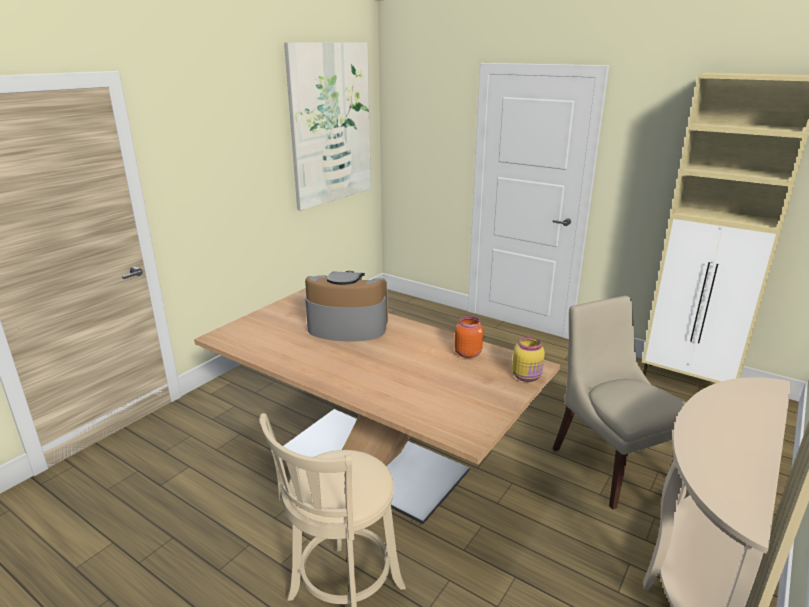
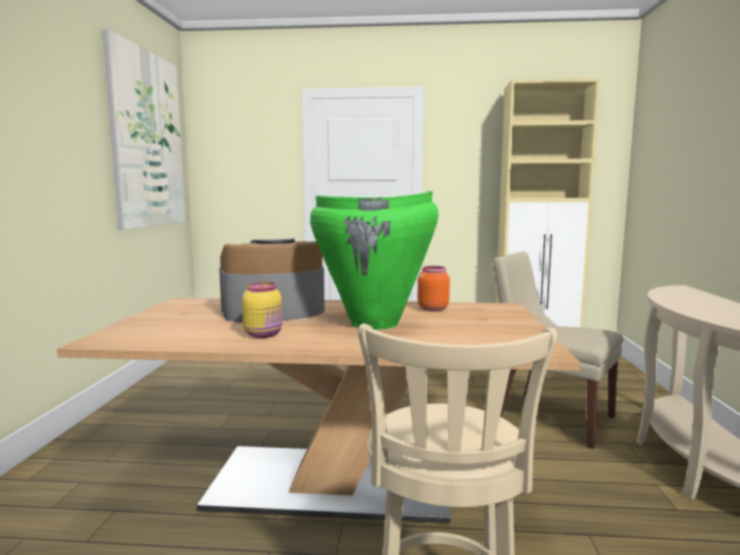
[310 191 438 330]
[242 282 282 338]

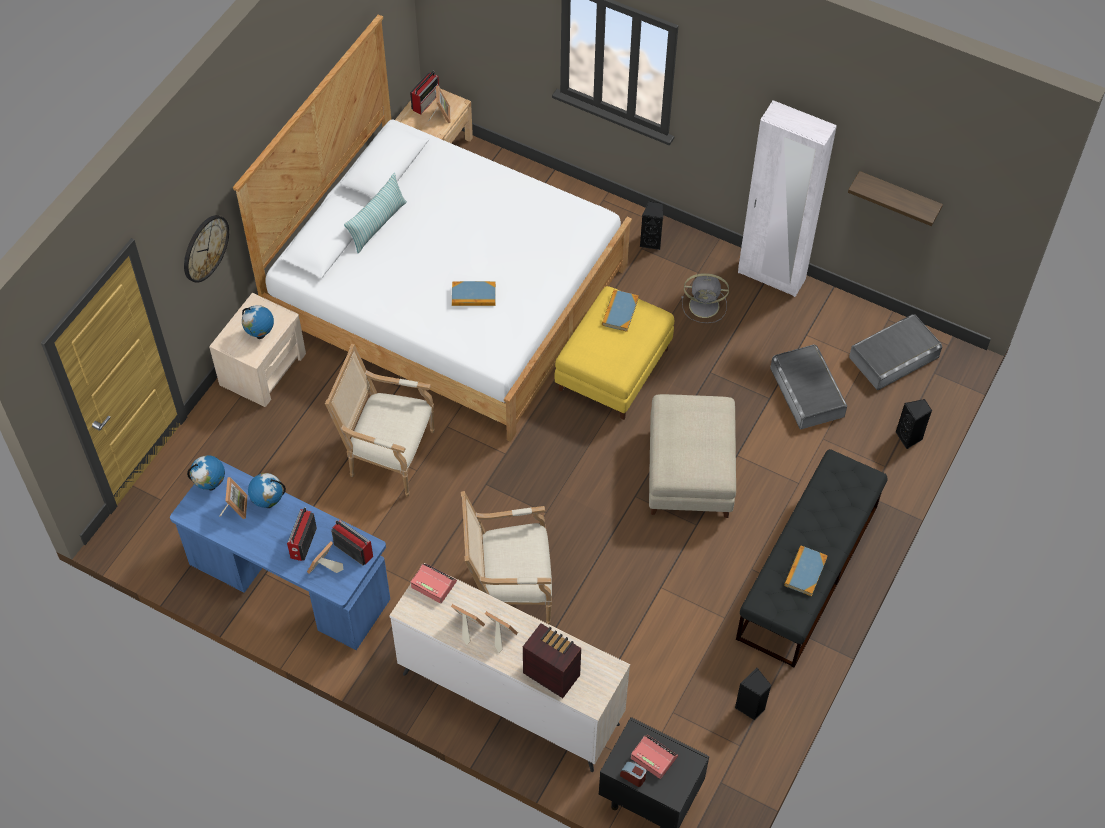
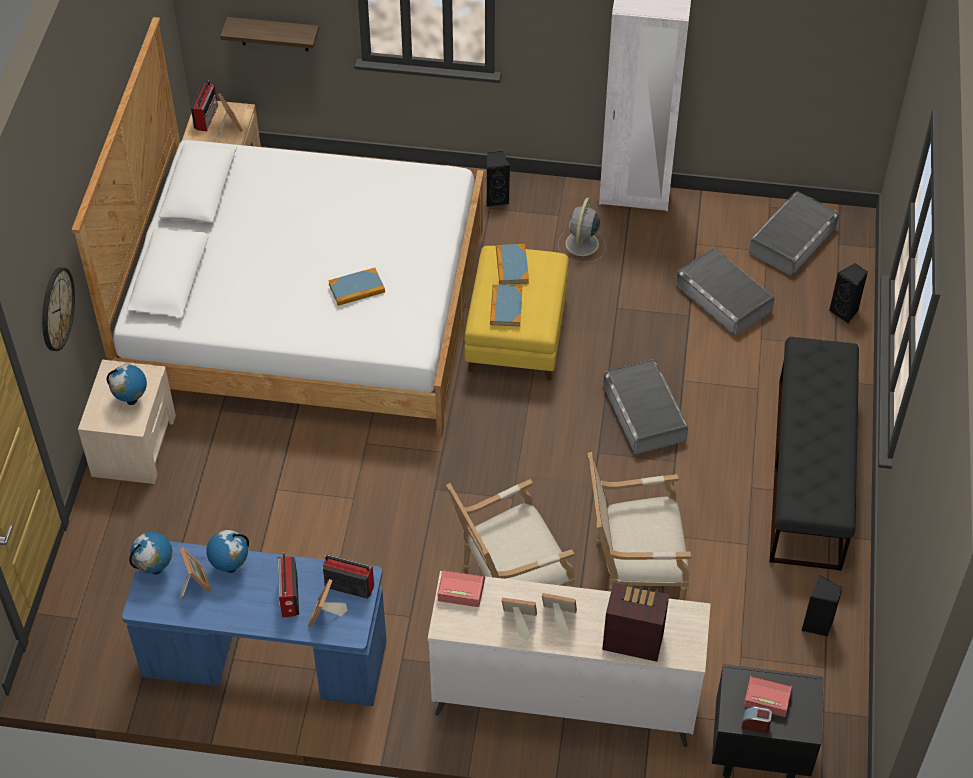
[344 173 407 253] (first image)
[588 452 692 600]
[490 284 522 326]
[220 17 319 51]
[603 359 688 454]
[558 198 605 263]

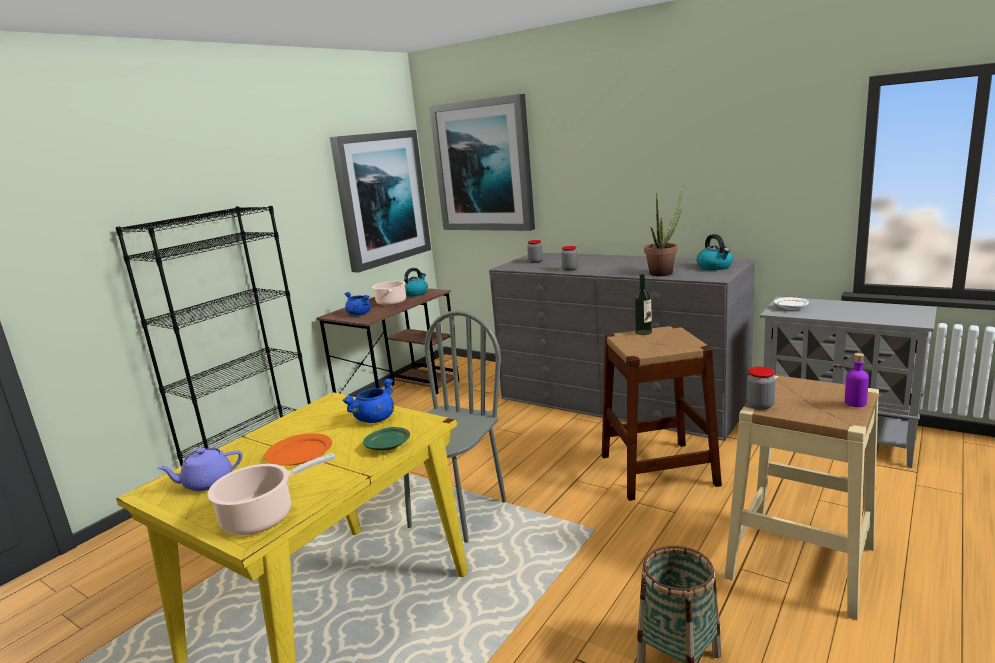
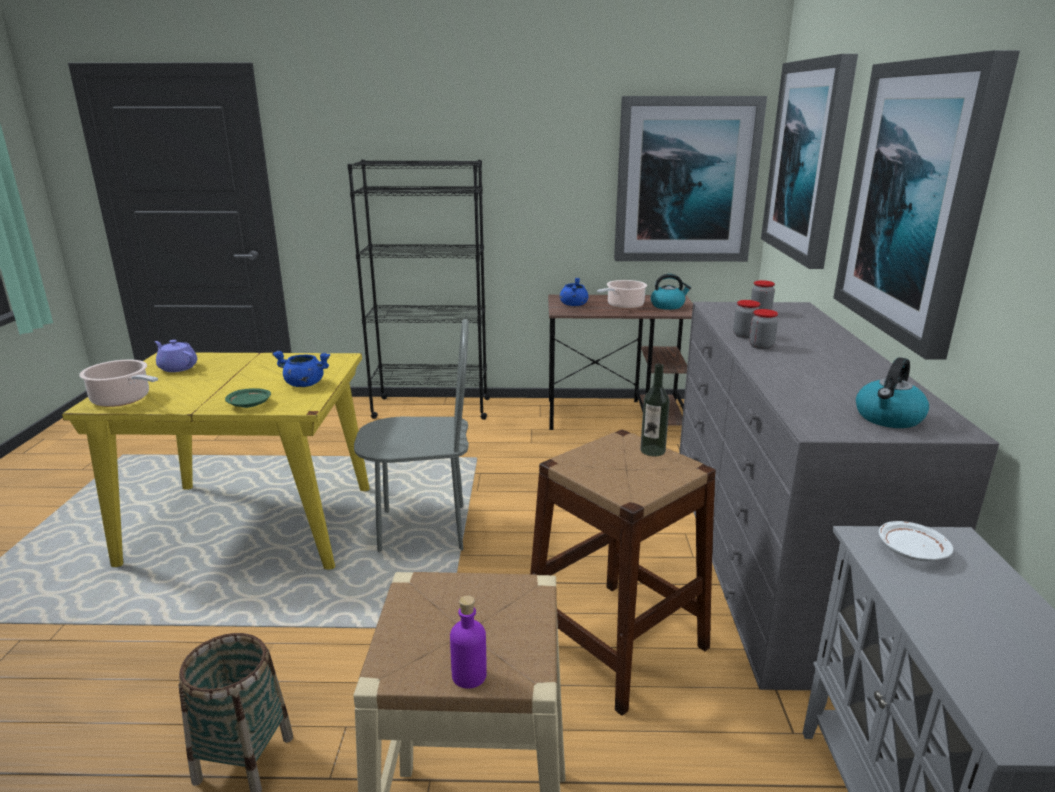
[265 433 332 466] (first image)
[644 184 684 276] (first image)
[833 50 1020 360]
[749 309 778 349]

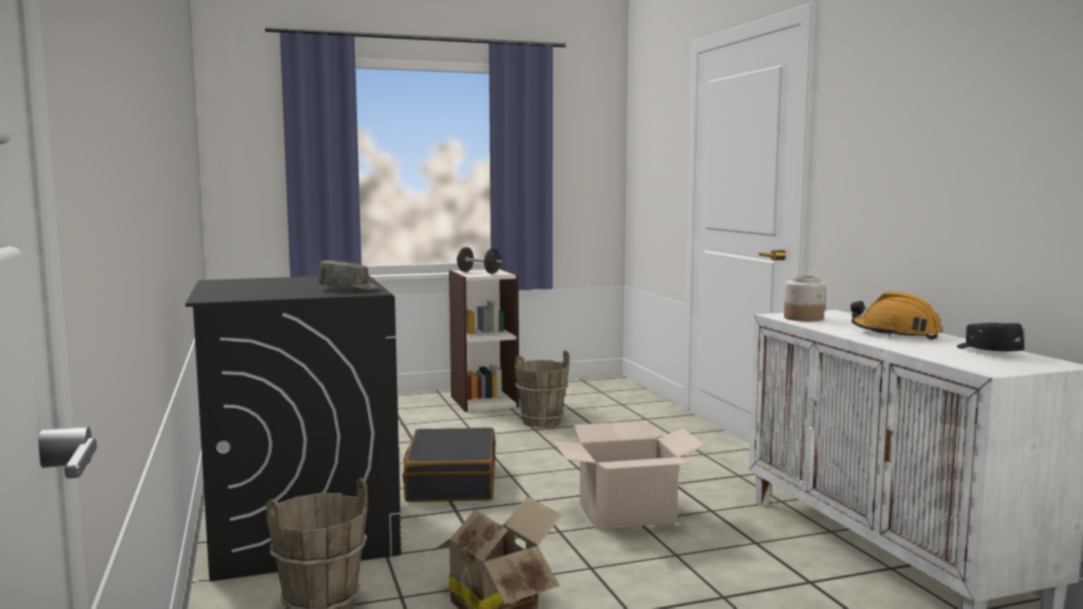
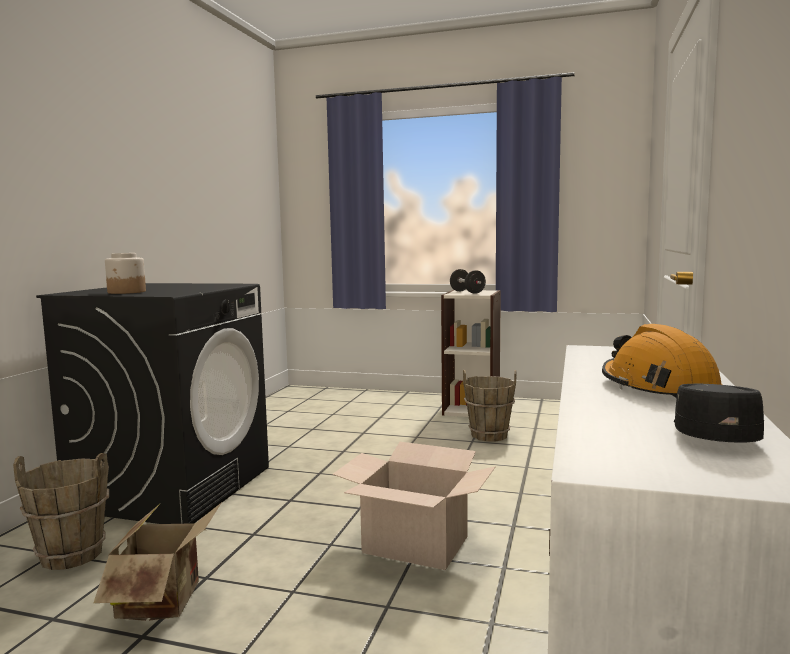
[318 260 380 290] (first image)
[403 428 496 502] (first image)
[105 253 146 294]

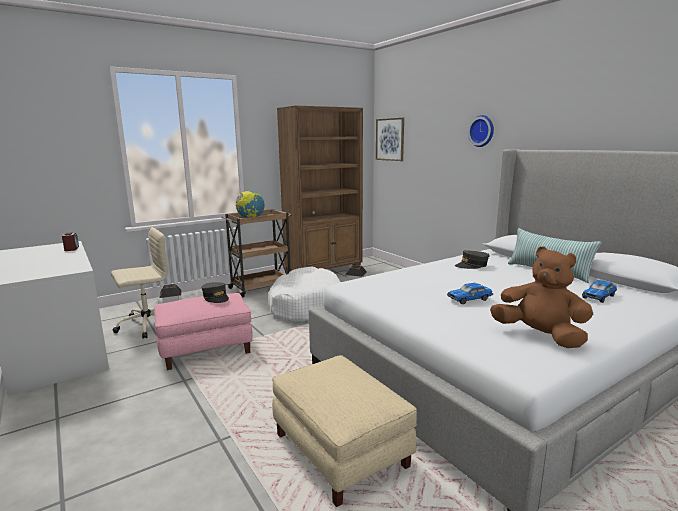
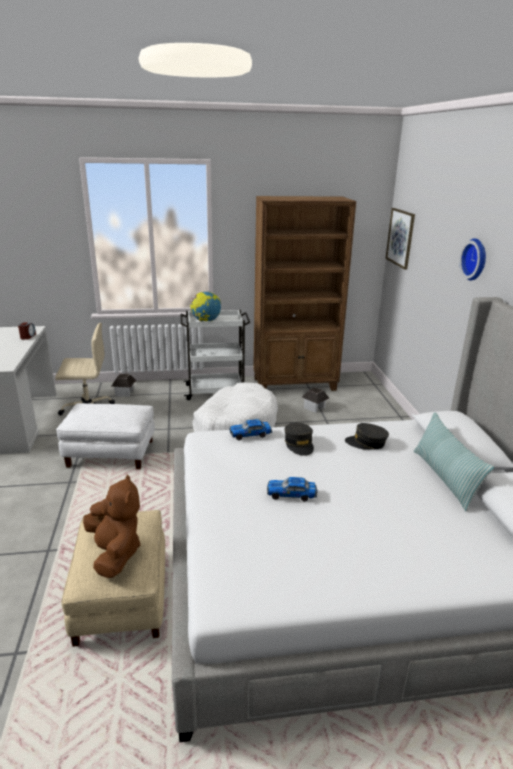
[285 423 314 456]
[83 475 140 578]
[229 419 272 440]
[56 403 155 469]
[181 310 250 400]

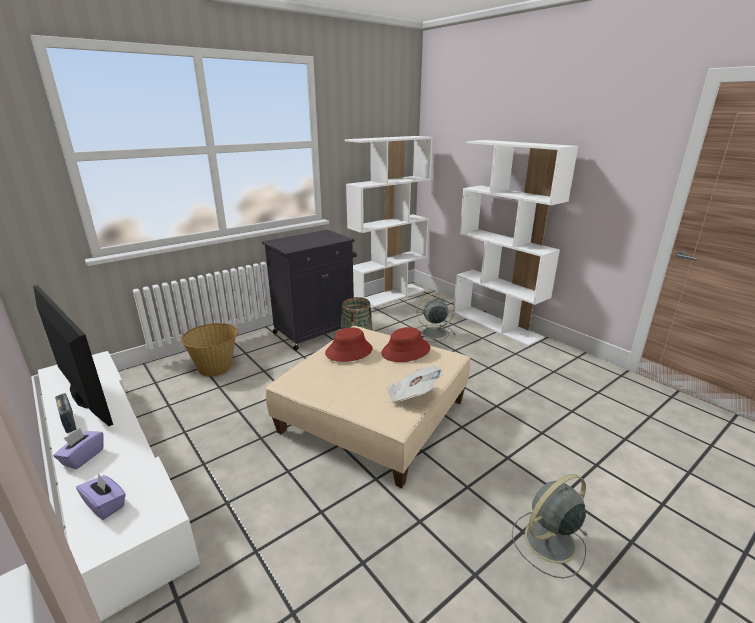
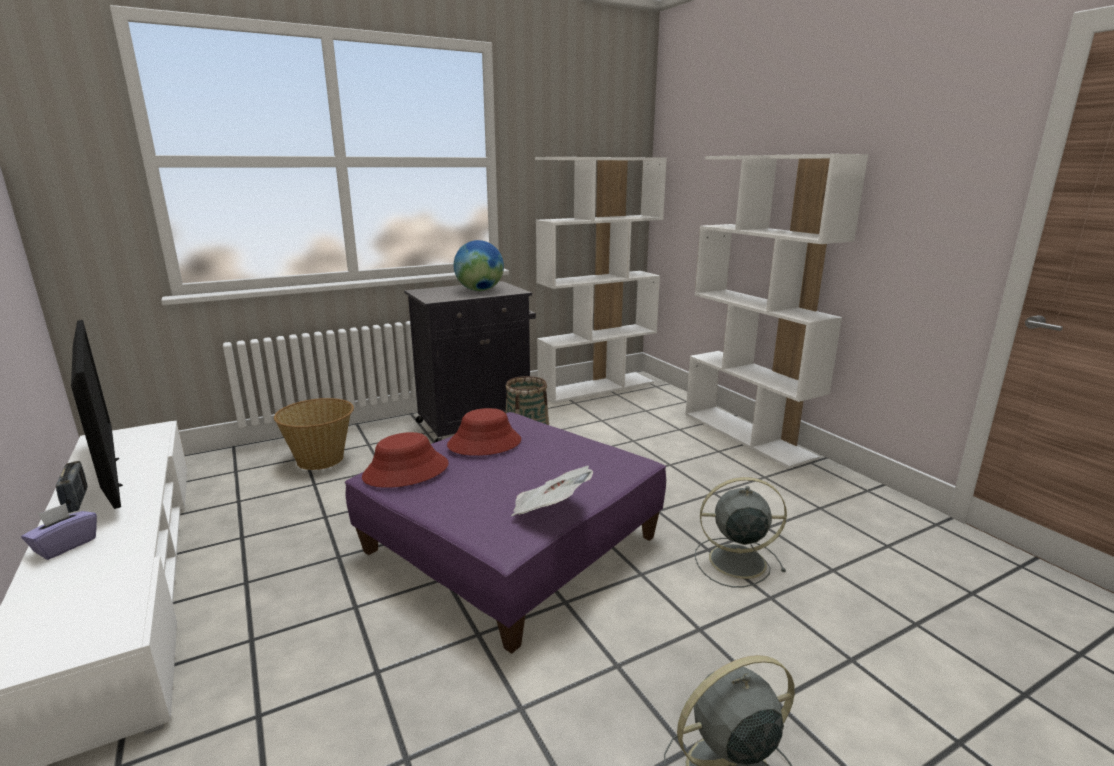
[76 473 126 520] (first image)
[454 240 504 291]
[362 432 449 488]
[695 477 787 587]
[345 412 666 654]

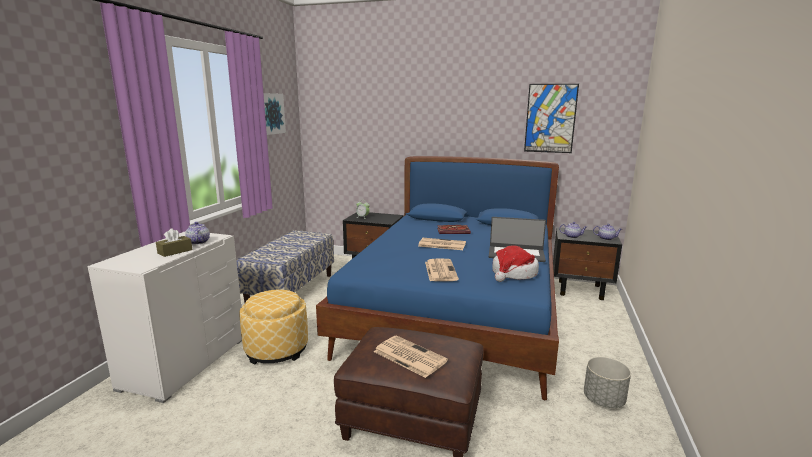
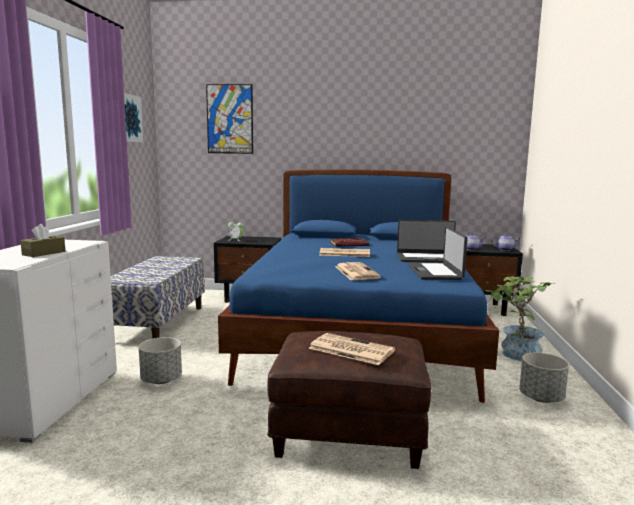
[185 222 210 245] (first image)
[486 276 554 361]
[206 84 253 154]
[139 337 182 384]
[407 227 467 280]

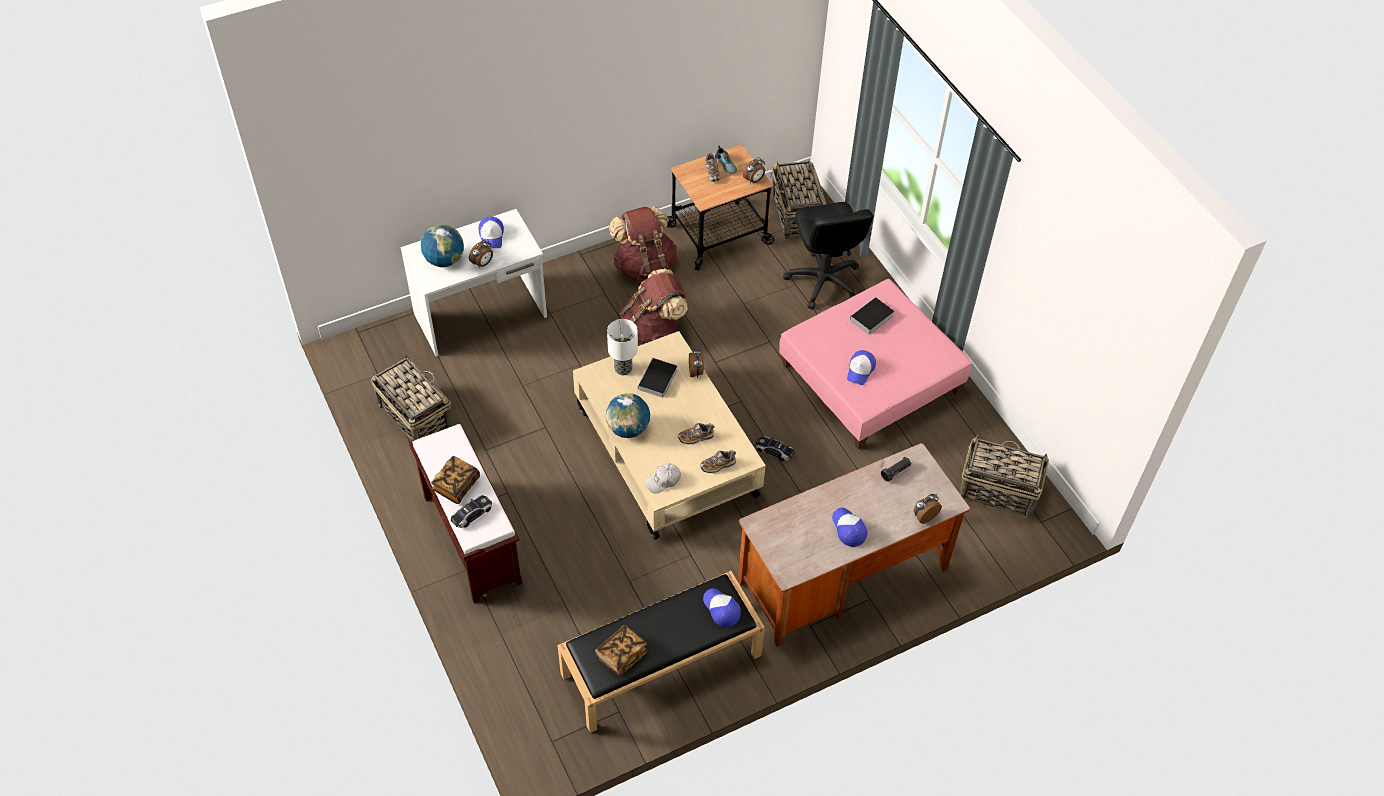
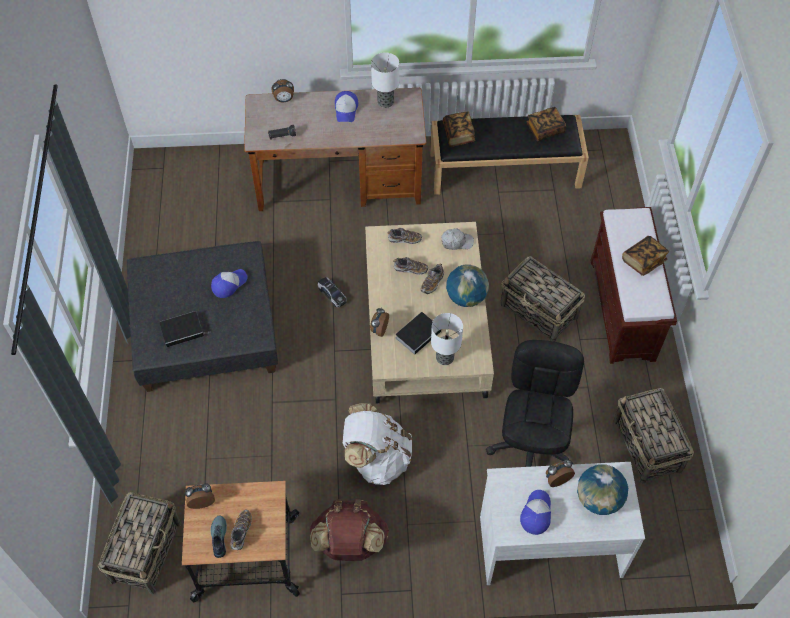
[451 495 492 528] (first image)
[371 52 399 108]
[420 263 444 294]
[486 340 584 467]
[500 256 585 342]
[443 112 475 147]
[343 403 412 485]
[127 241 278 392]

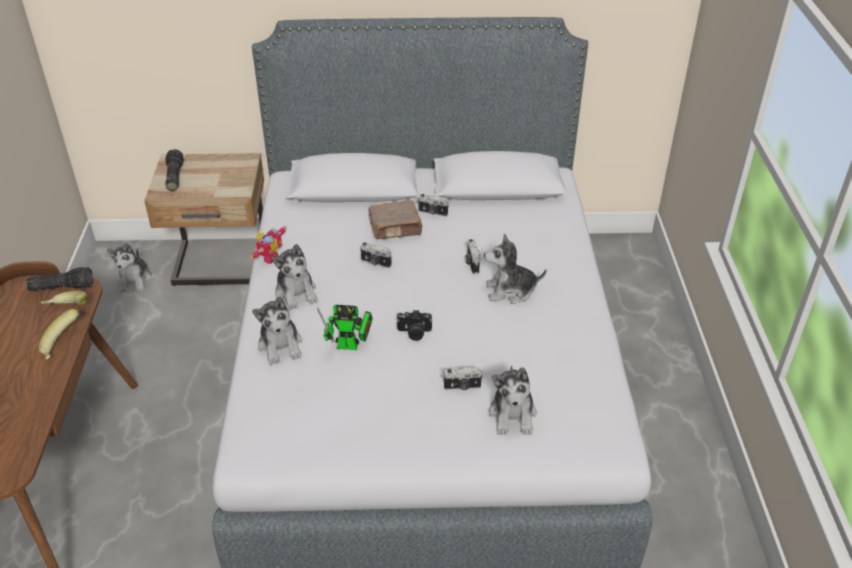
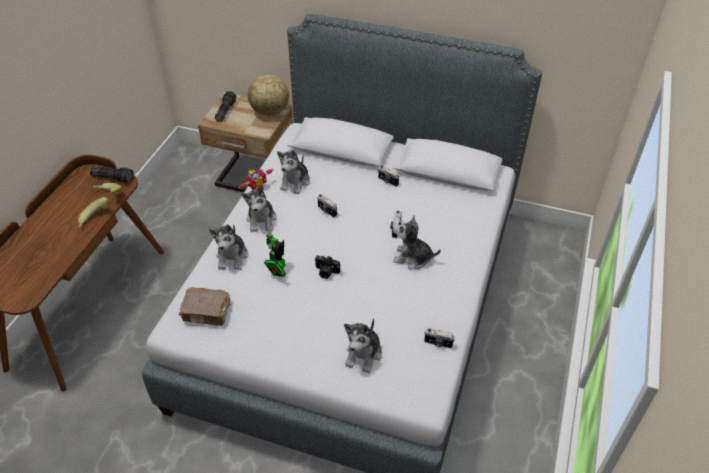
[248 74 289 116]
[277 150 310 194]
[179 287 230 326]
[424 328 455 348]
[264 217 286 277]

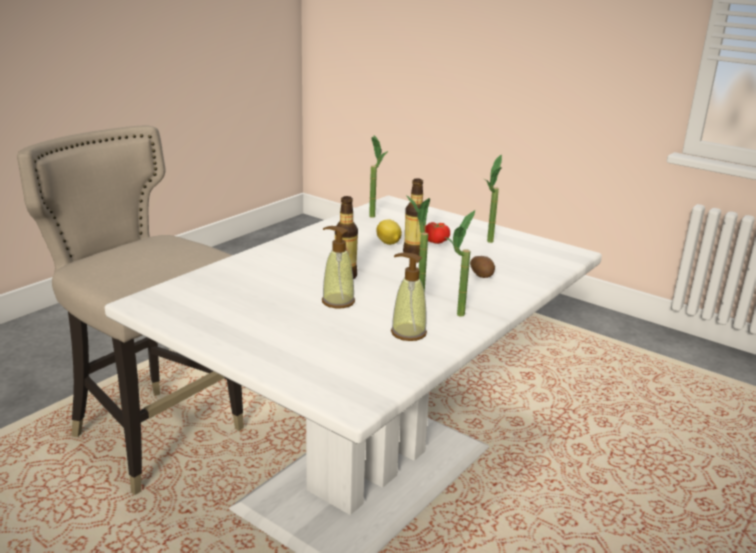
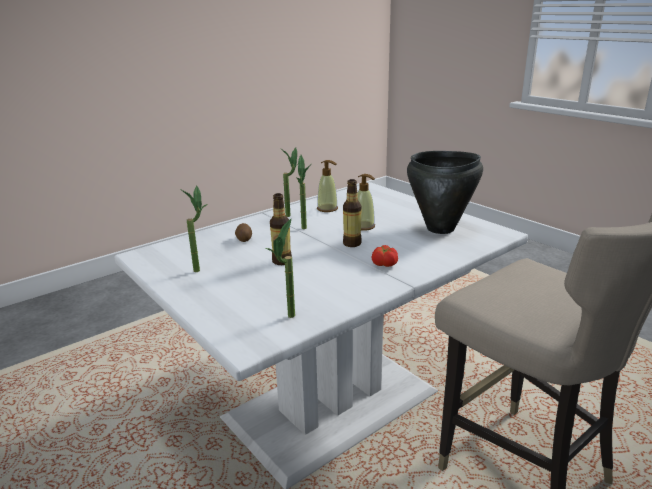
[377 219 402 245] (first image)
[407 151 483 234]
[371 245 398 267]

